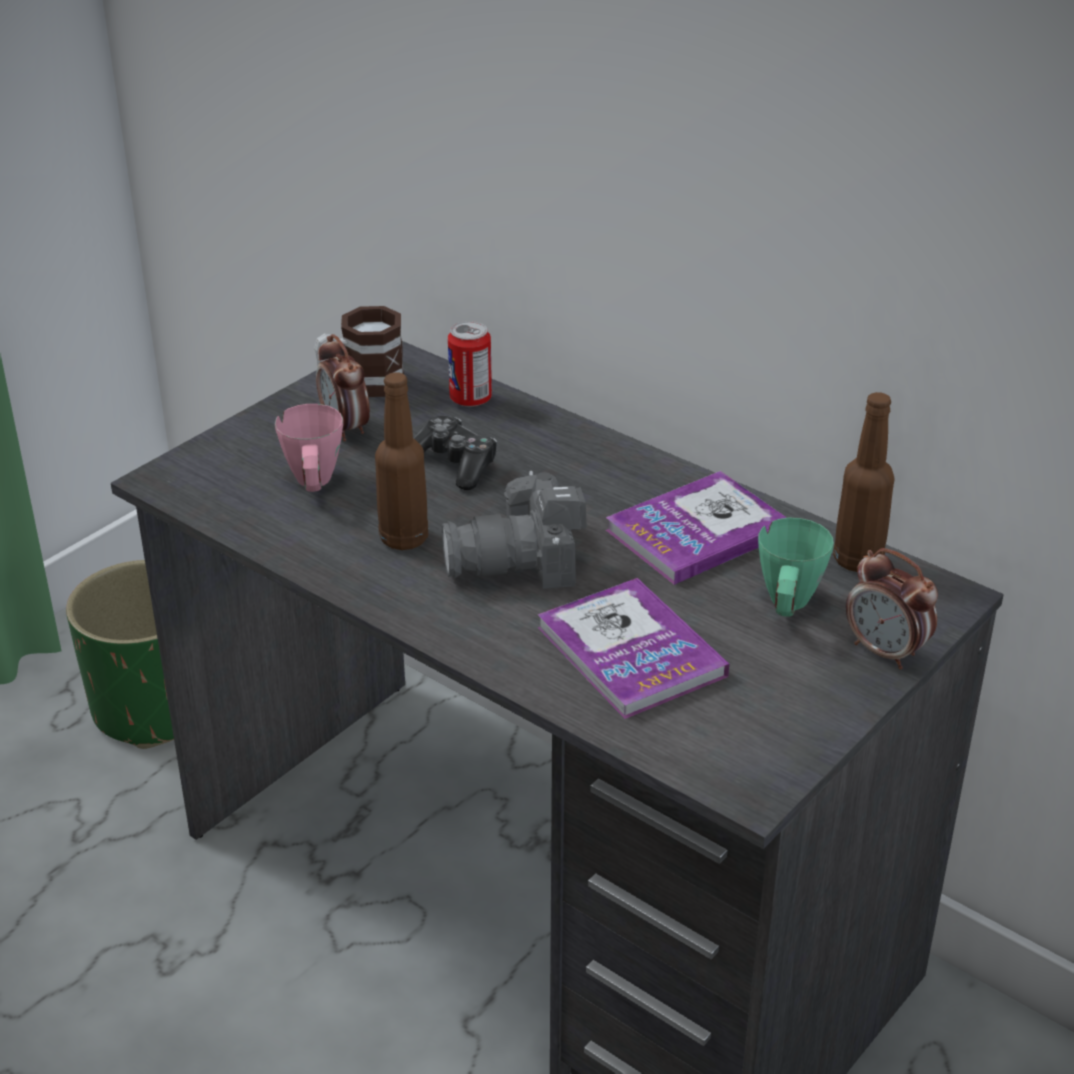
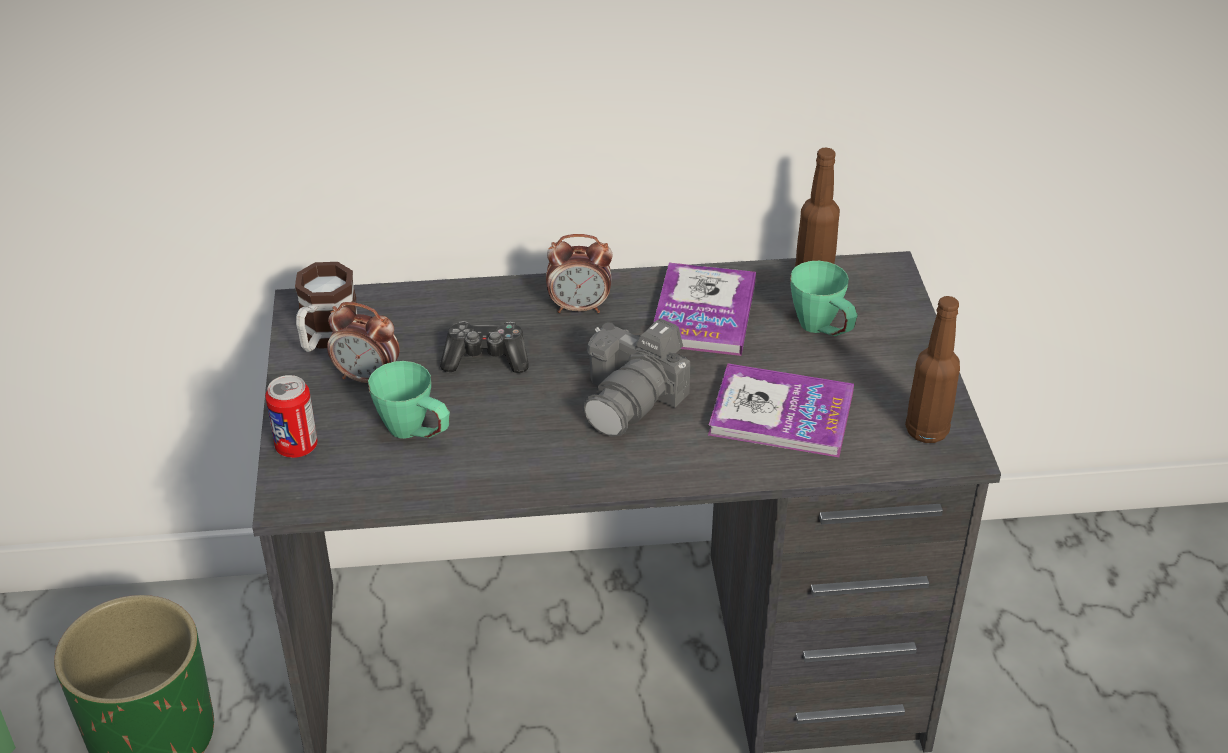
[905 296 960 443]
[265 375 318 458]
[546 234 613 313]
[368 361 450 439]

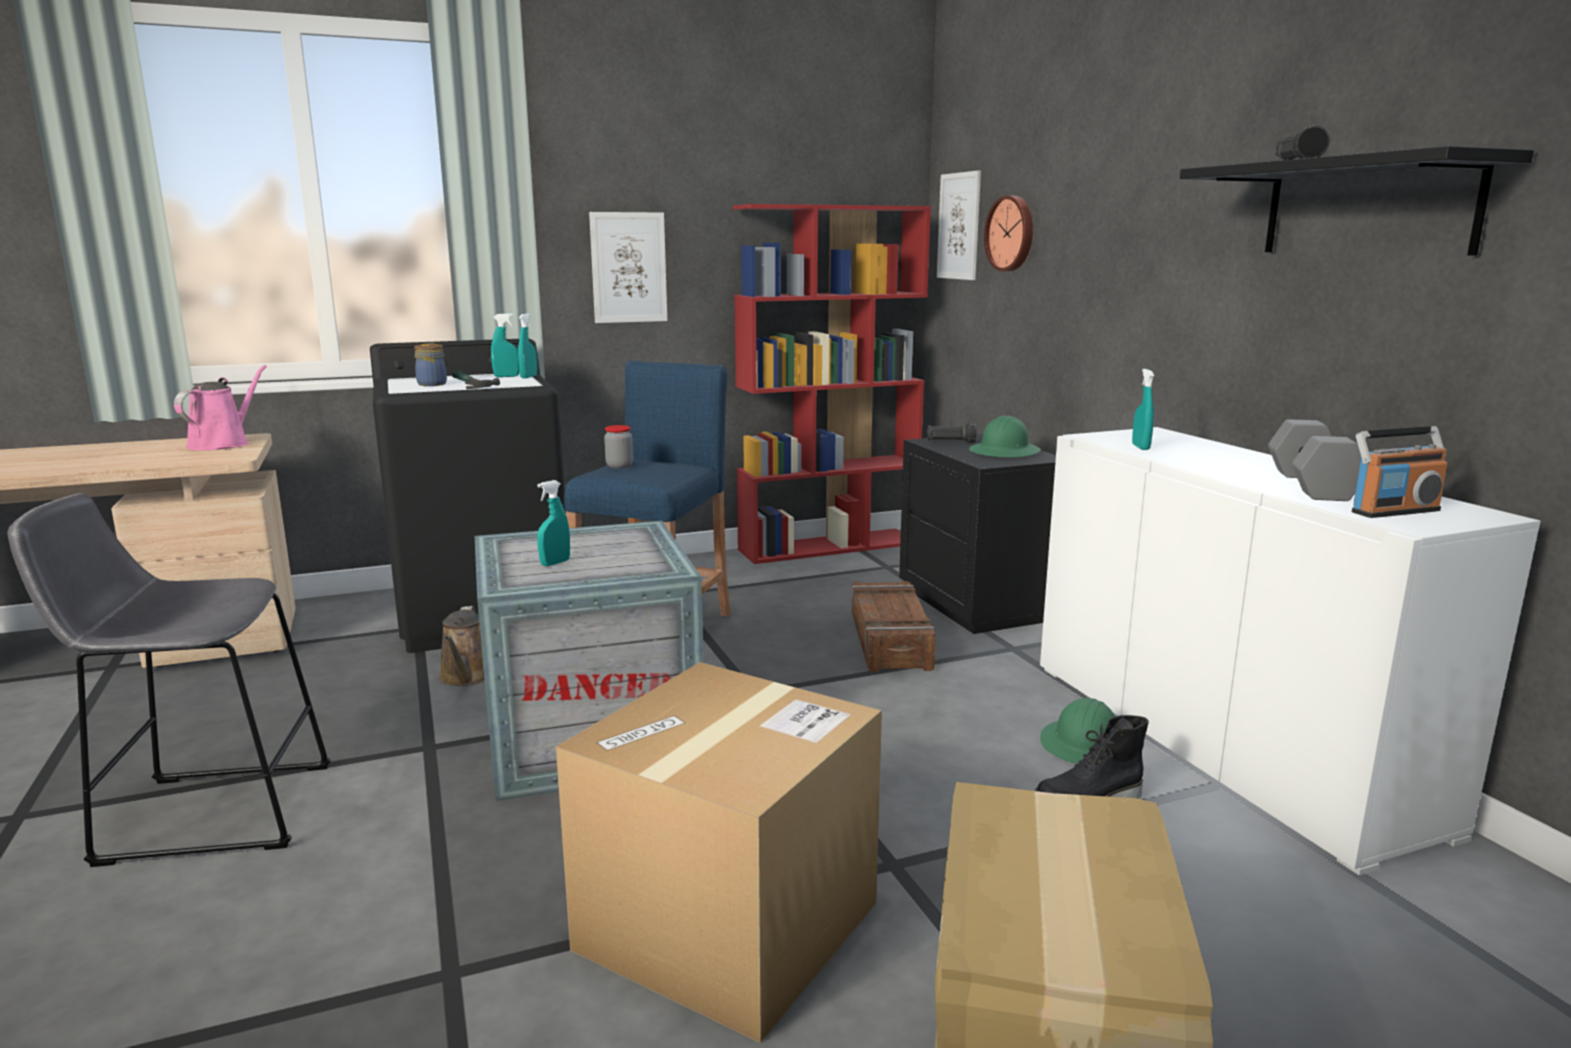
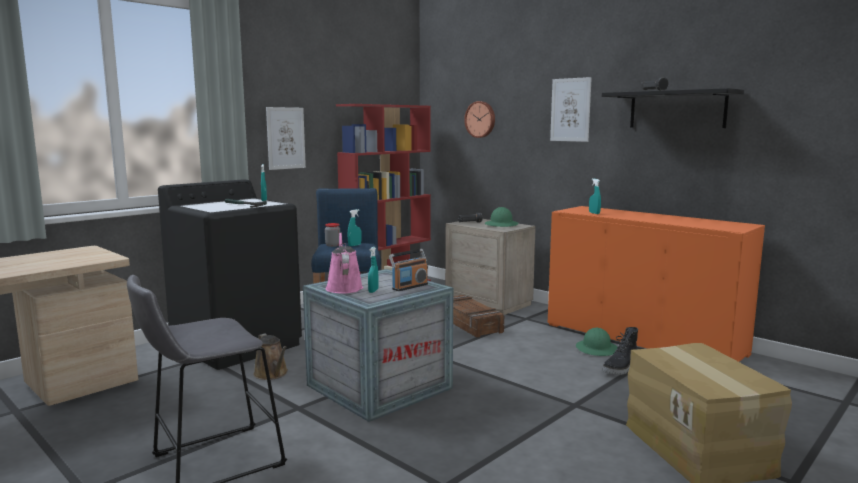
[414 344 447 386] (first image)
[556 662 882 1043] (first image)
[1268 419 1361 501] (first image)
[326 232 363 294]
[348 209 362 246]
[550 77 592 142]
[389 249 428 291]
[445 219 536 315]
[548 206 765 362]

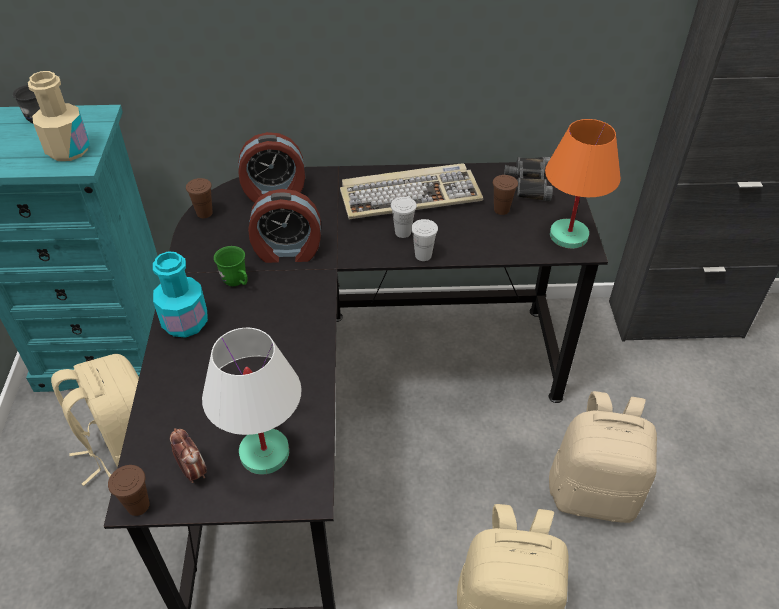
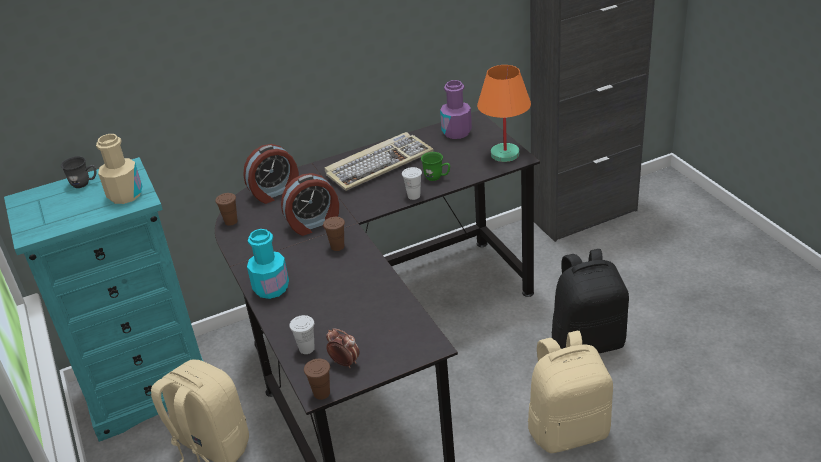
[202 328 301 475] (first image)
[421 152 450 181]
[289 315 315 354]
[323 217 345 251]
[440 80 472 139]
[551 249 629 353]

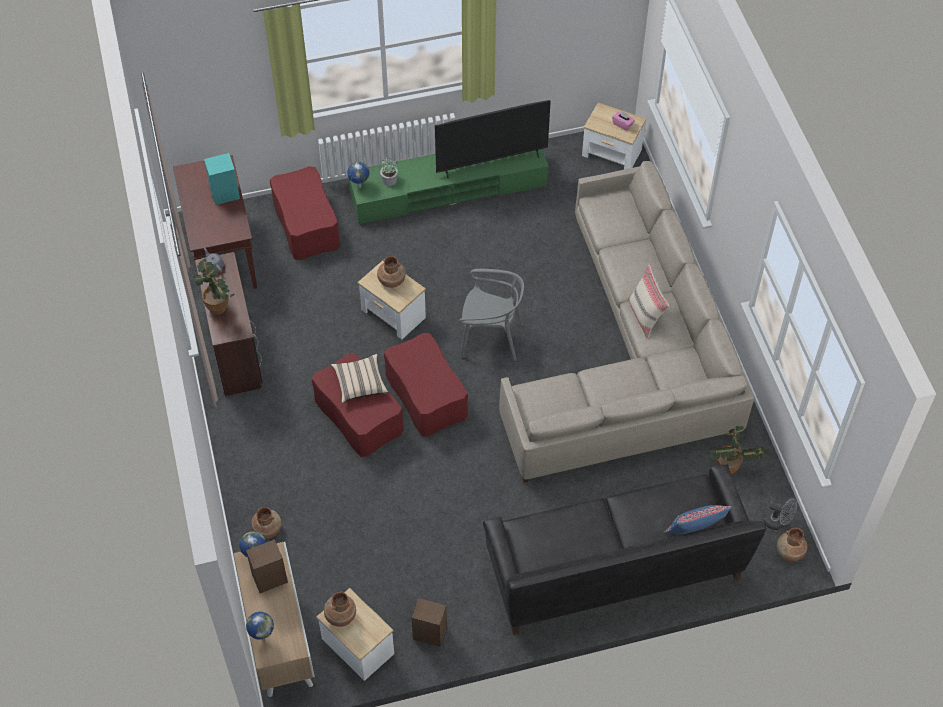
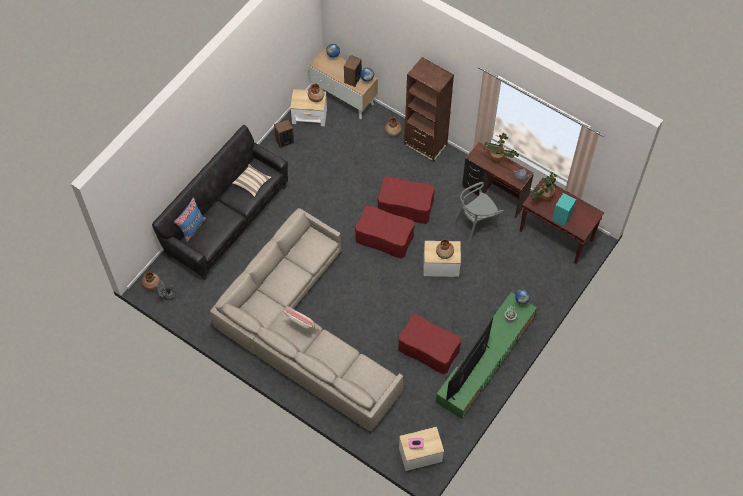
[404 57 454 162]
[398 314 461 374]
[232 164 272 197]
[454 182 504 243]
[530 172 557 202]

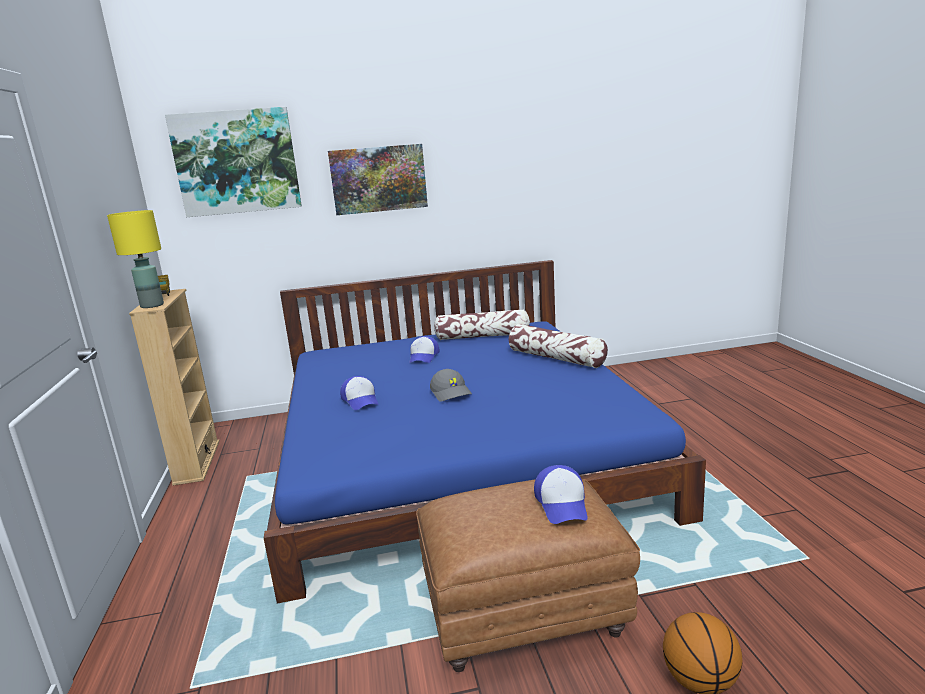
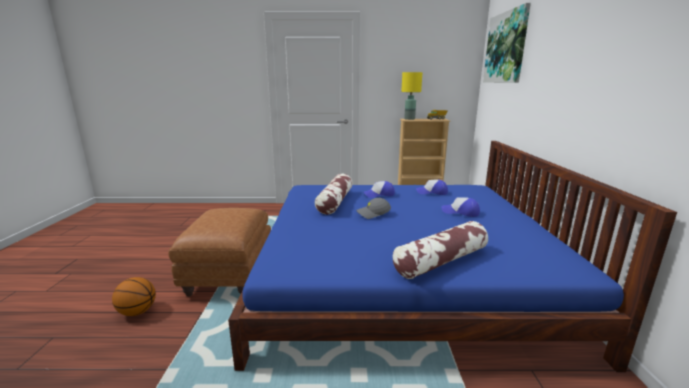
[328 144 428 215] (first image)
[315 174 353 214]
[416 179 448 195]

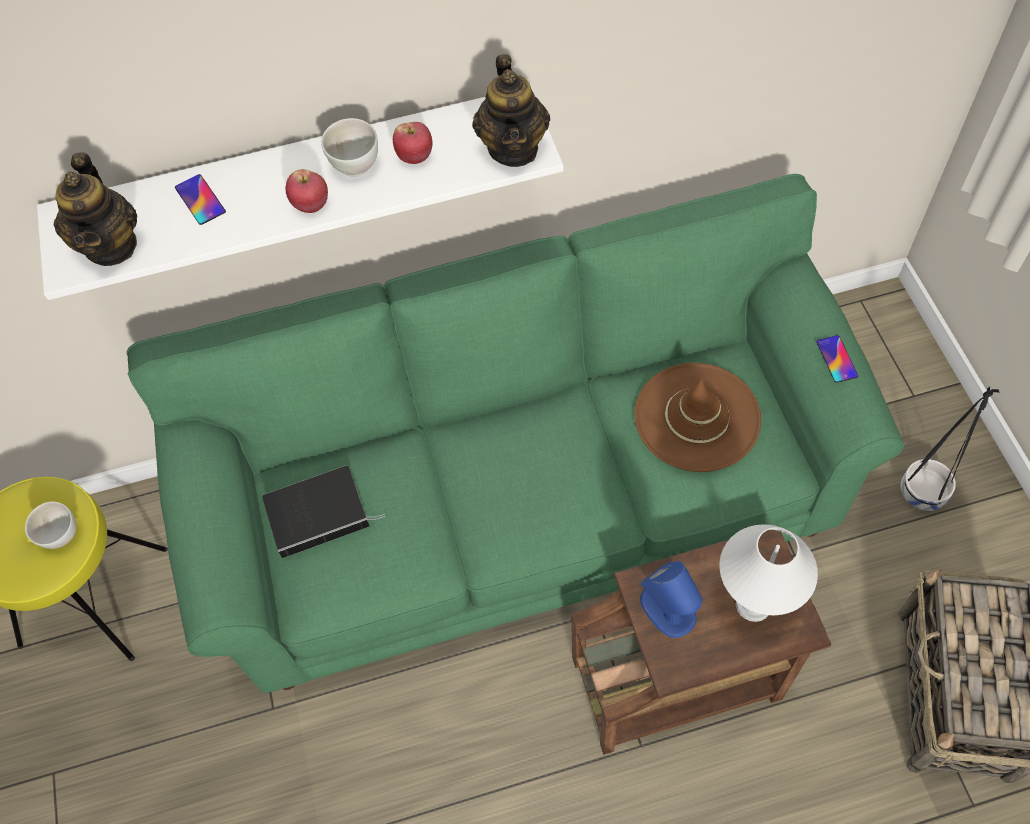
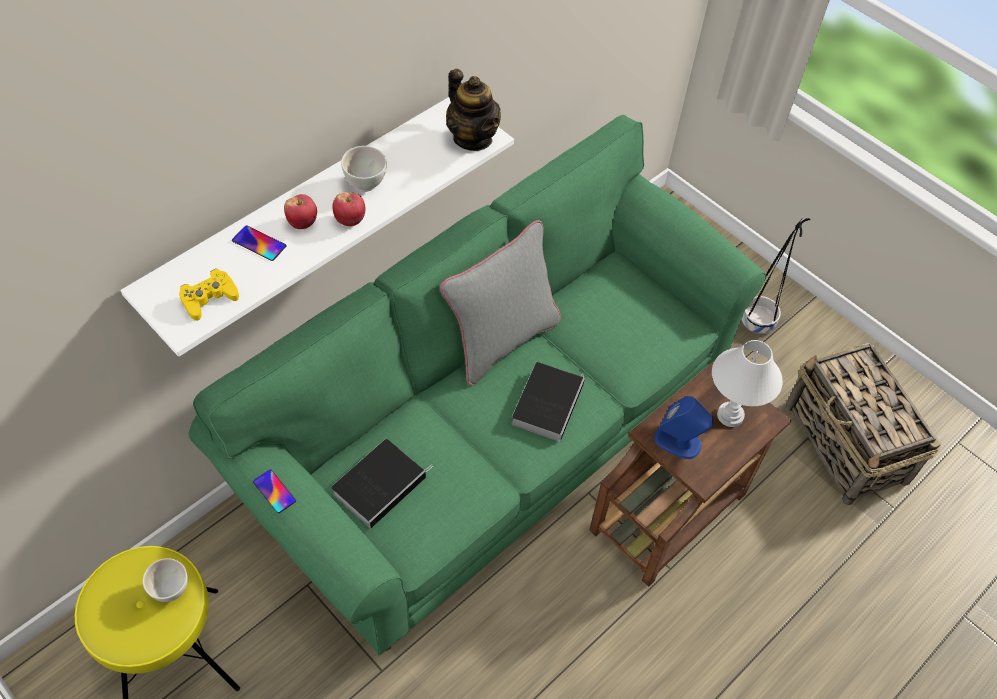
[634 363 761 472] (first image)
[440 220 561 385]
[511 362 585 442]
[284 194 317 229]
[253 469 296 513]
[179 269 239 321]

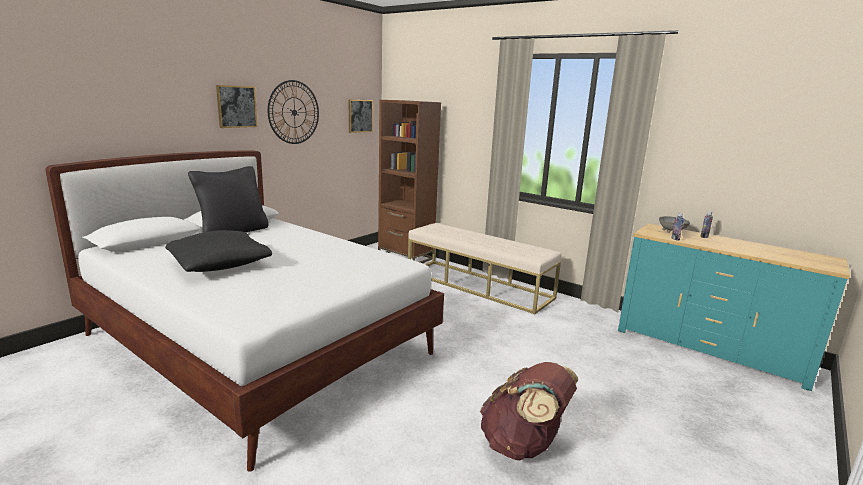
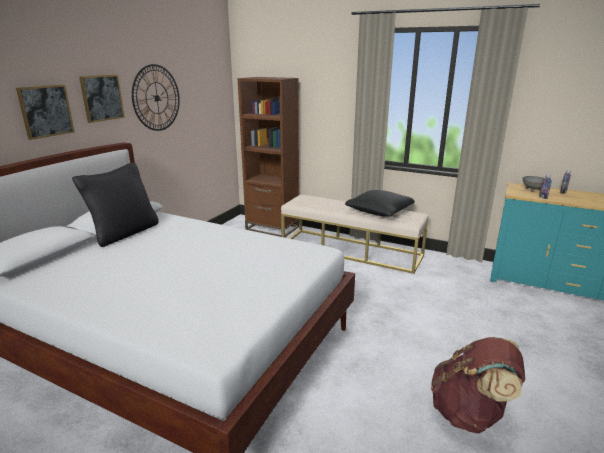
[345 190 415 217]
[16 85 75 140]

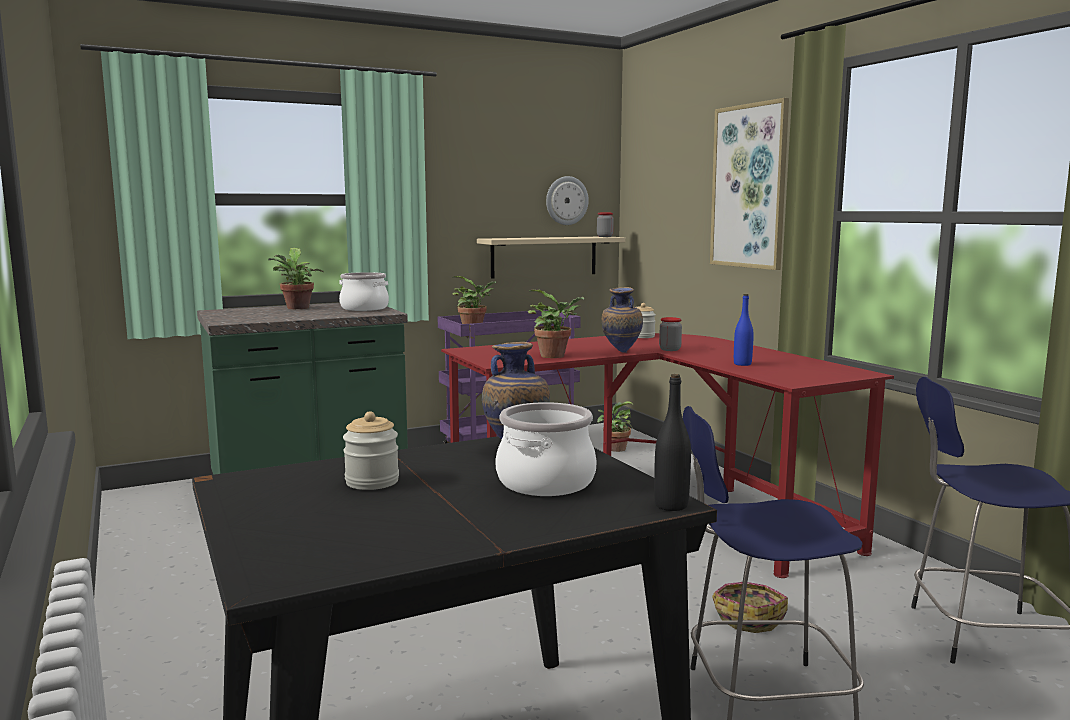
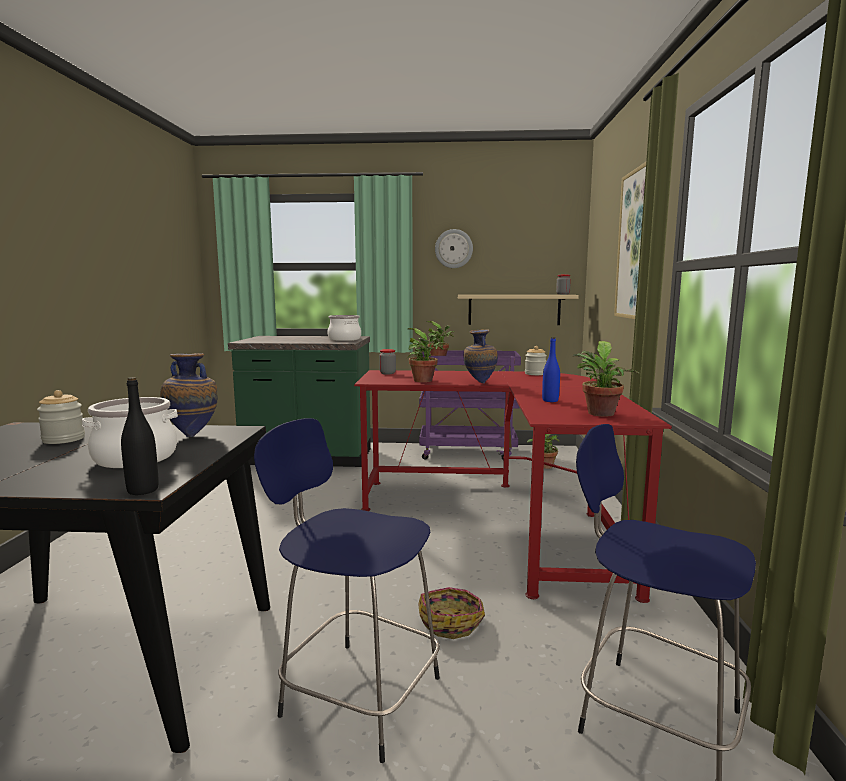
[573 341 639 417]
[435 229 473 268]
[379 349 396 374]

